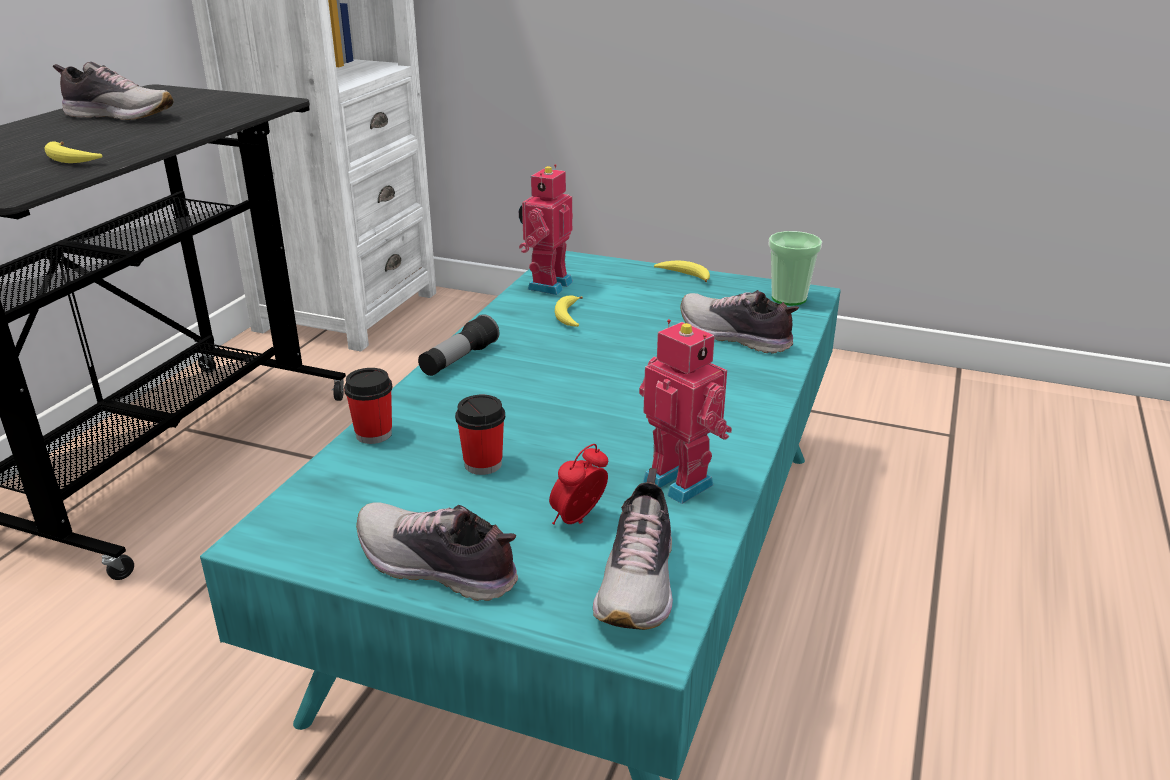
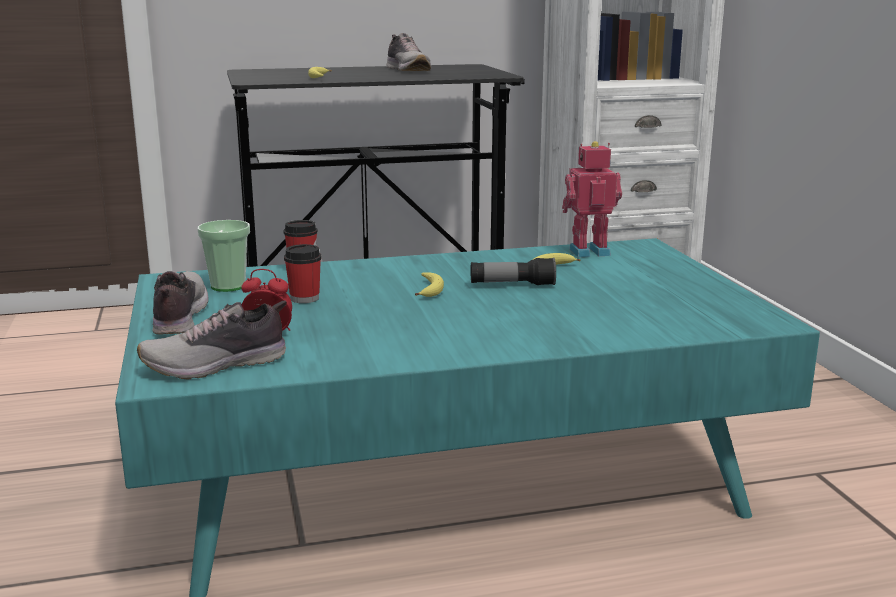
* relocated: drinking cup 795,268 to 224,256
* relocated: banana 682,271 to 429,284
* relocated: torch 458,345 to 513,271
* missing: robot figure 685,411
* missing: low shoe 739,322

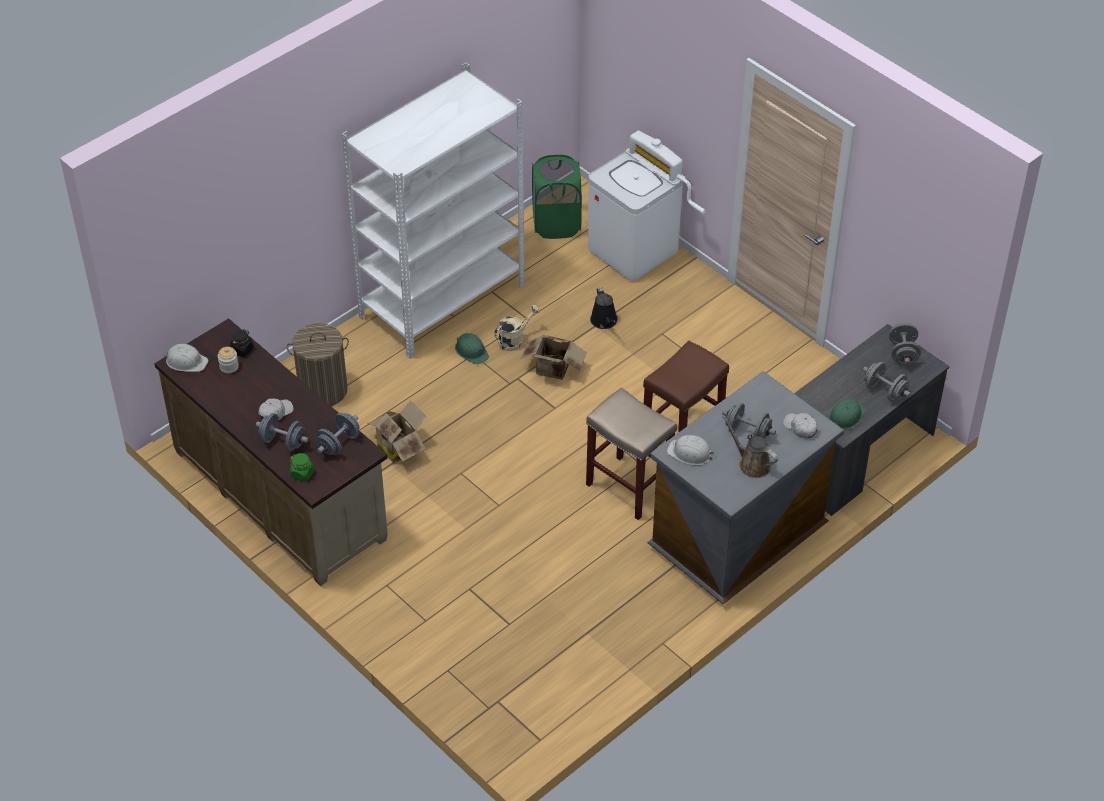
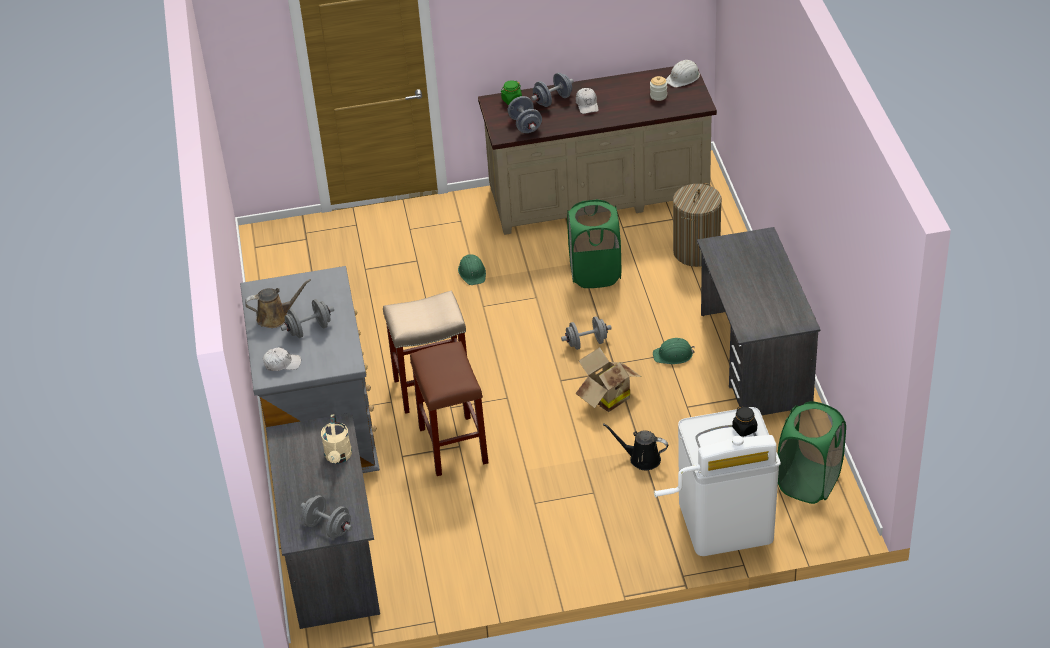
* relocated: beige-coloured watering can 517,328 to 336,439
* relocated: green-coloured safety helmet 847,414 to 472,269
* relocated: grey hand weight 887,381 to 586,333
* exchanged: carton 396,431 to green-coloured hamper 594,243
* exchanged: whitish bookcase 433,211 to grey desk 758,321
* relocated: blackish jar 241,343 to 744,421
* missing: whitish safety helmet 690,450

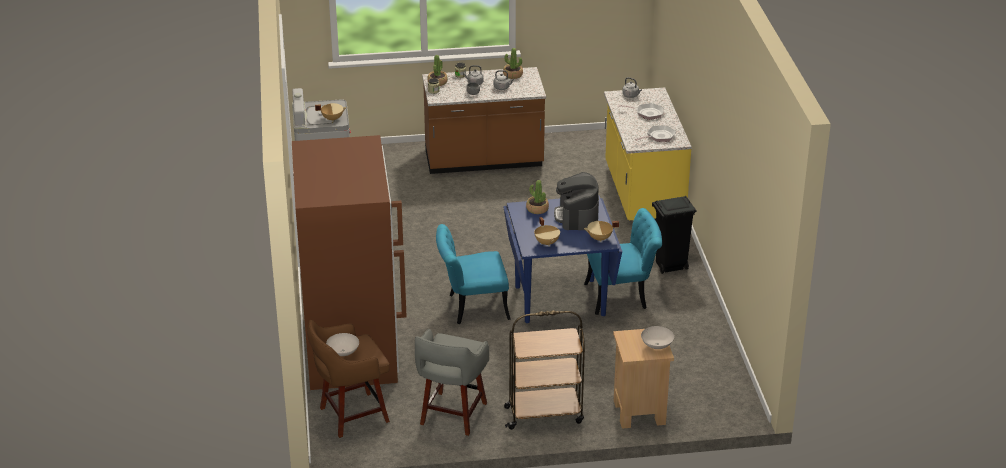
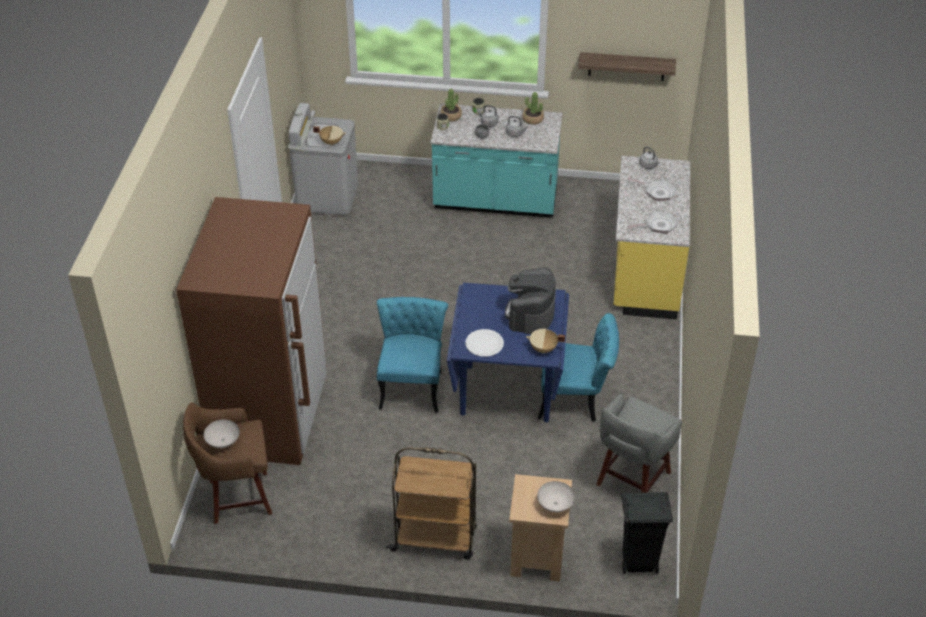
* spun: blue-green plain chair 473,274 = 412,355 90 degrees clockwise
* colour: brownish kitchen counter 484,120 to blue-green kitchen counter 496,161
* exchanged: beige-coloured cooking pot 547,231 to whitish flat dish 484,343
* appeared: wall shelf 627,66
* relocated: grey stool seat 452,382 to 639,443
* relocated: blackish waste bin 674,235 to 647,533
* missing: plant in a pot 537,197

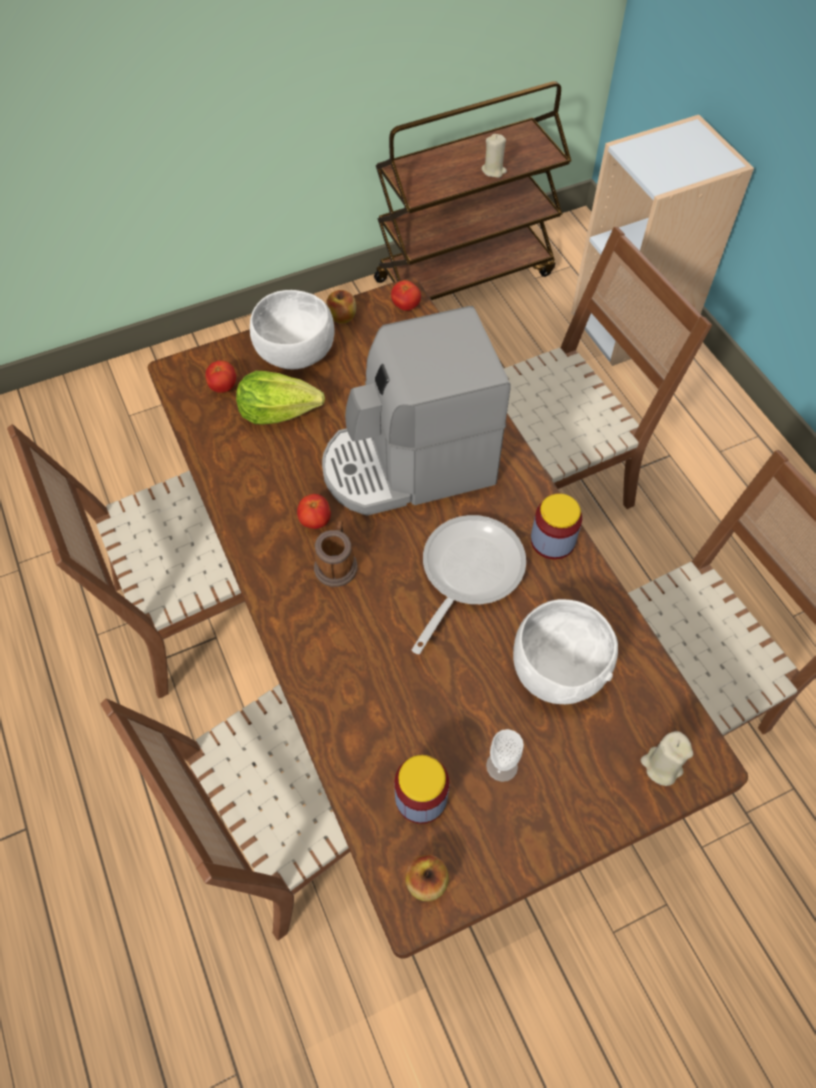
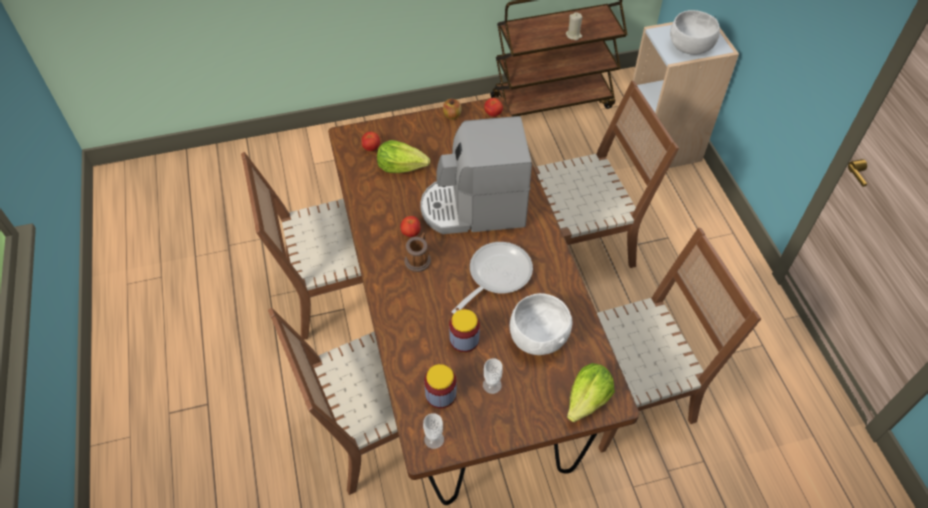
* exchanged: apple fruit 427,878 to drinking cup 433,431
* relocated: jar 556,526 to 464,330
* exchanged: beige-coloured wax candle 667,758 to lettuce head 591,392
* relocated: whitish serving bowl 292,329 to 695,32

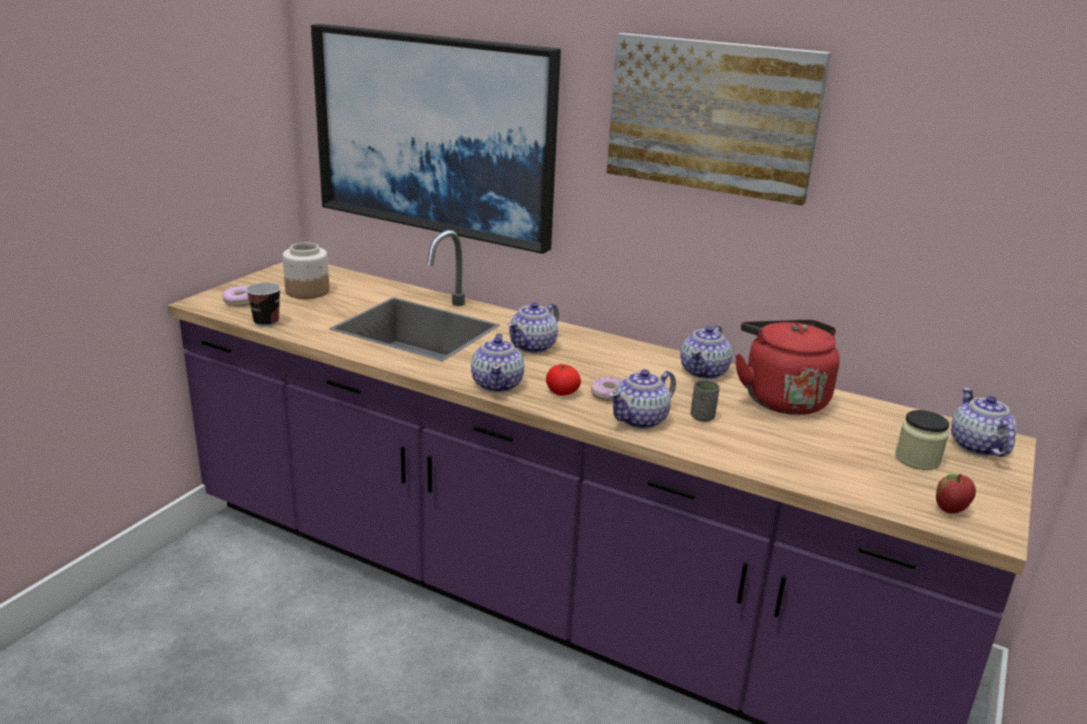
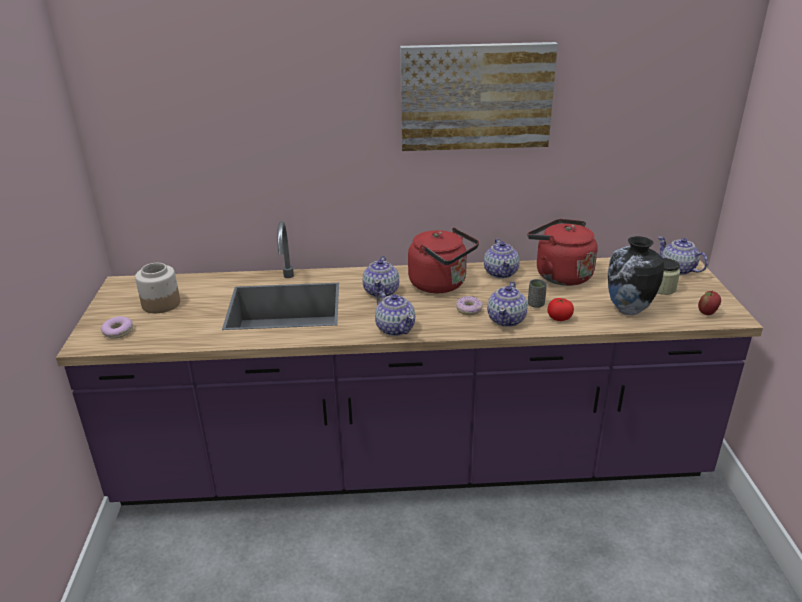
* appeared: reddish water kettle 443,260
* relocated: fresh tomato 563,380 to 560,309
* appeared: flower vase 636,275
* missing: drinking cup 263,305
* missing: wall picture 436,139

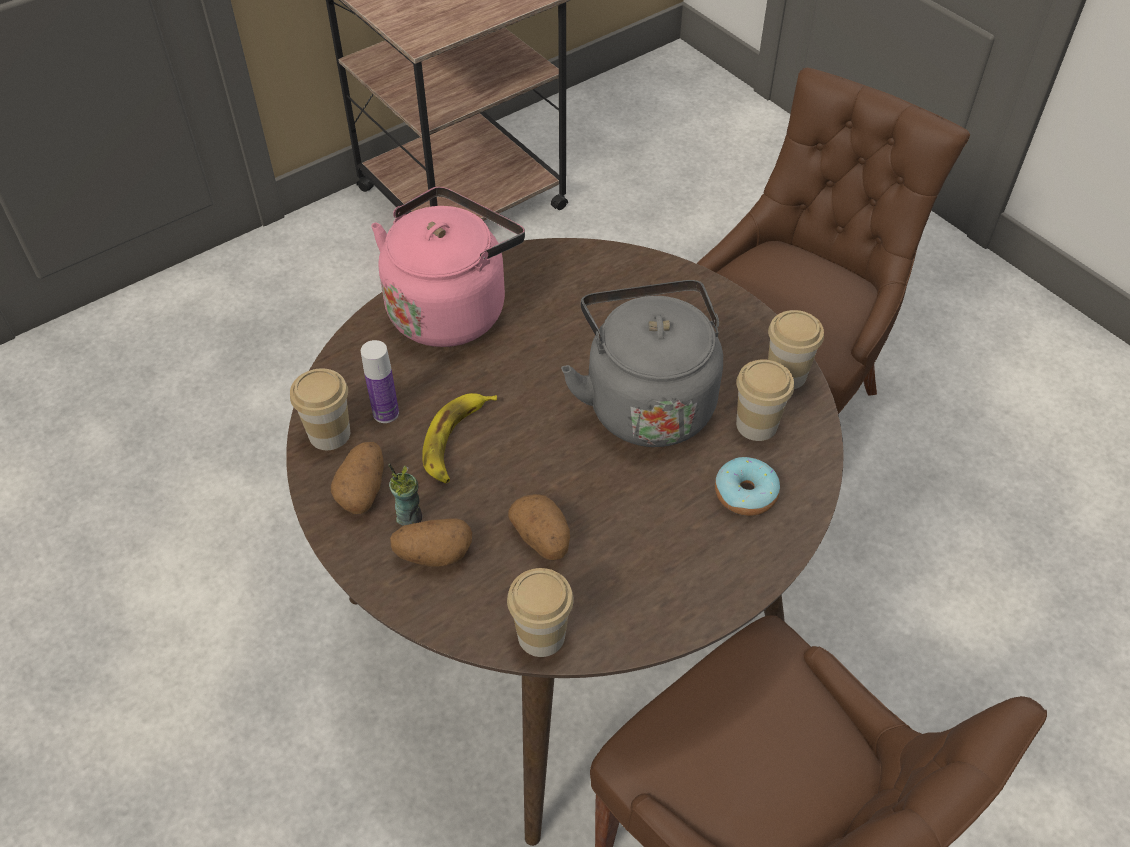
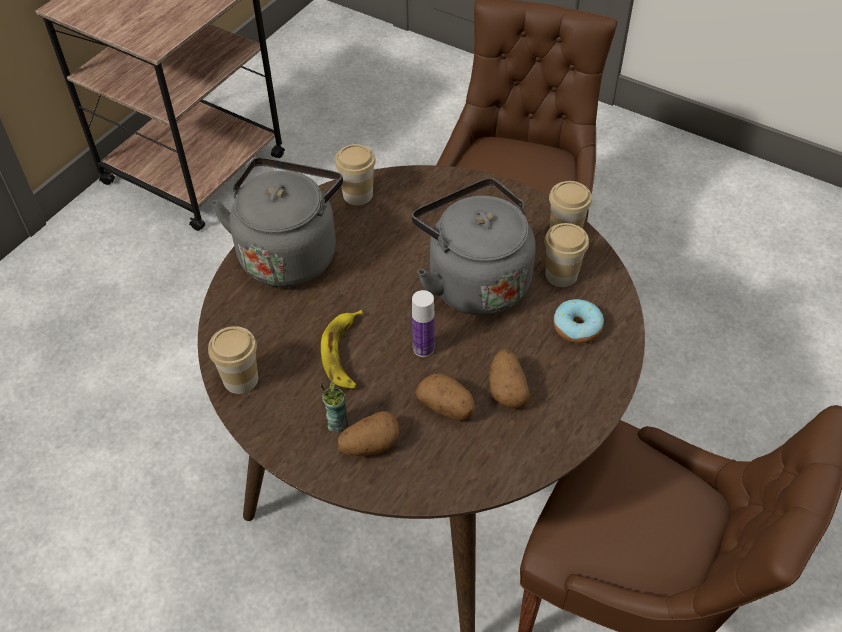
* colour: pinkish water kettle 448,267 to grey water kettle 277,222
* relocated: drinking cup 540,612 to 355,174
* relocated: drink bottle 380,381 to 423,323
* relocated: whole potato 357,478 to 509,378

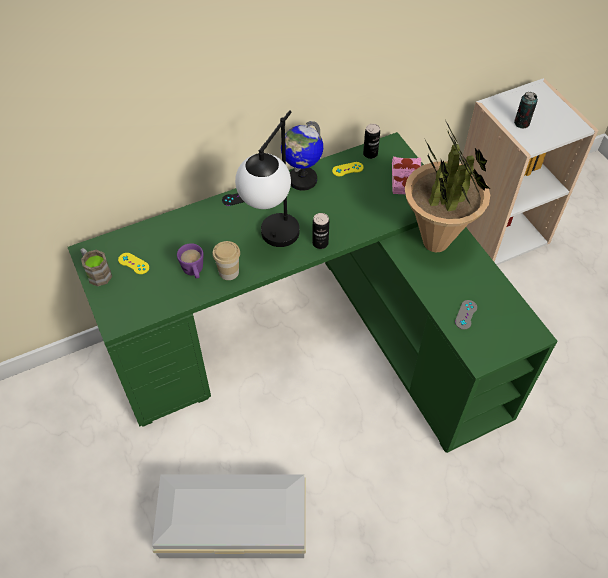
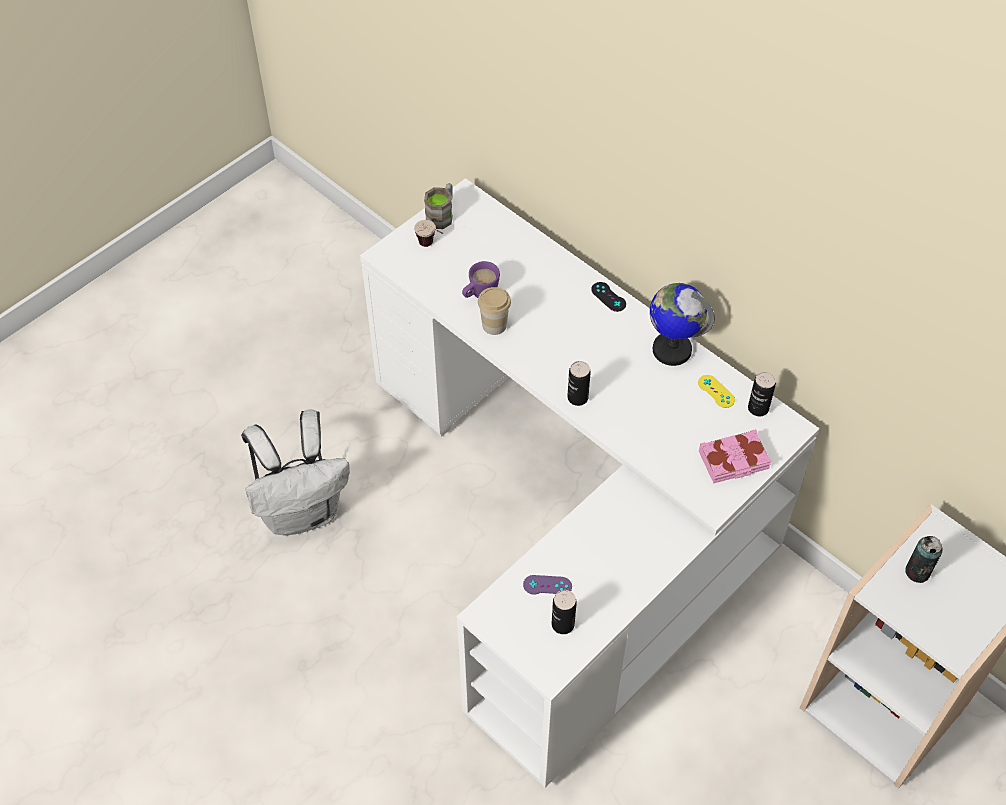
* exchanged: whitish storage box 229,516 to whitish rucksack 295,473
* colour: green-coloured desk 312,292 to whitish desk 590,483
* appeared: drinking cup 428,233
* colour: grey gamepad 466,315 to purple gamepad 547,585
* appeared: sealed can 564,612
* missing: yellowish gamepad 133,263
* missing: tabletop lamp 267,178
* missing: plant in a pot 447,186

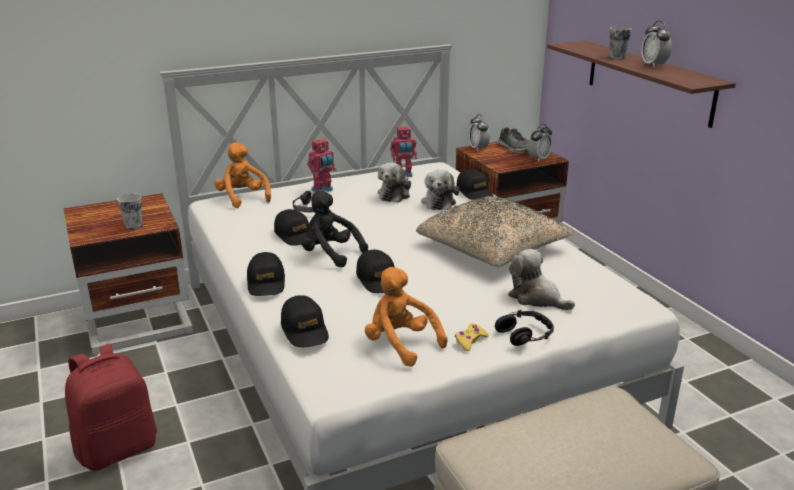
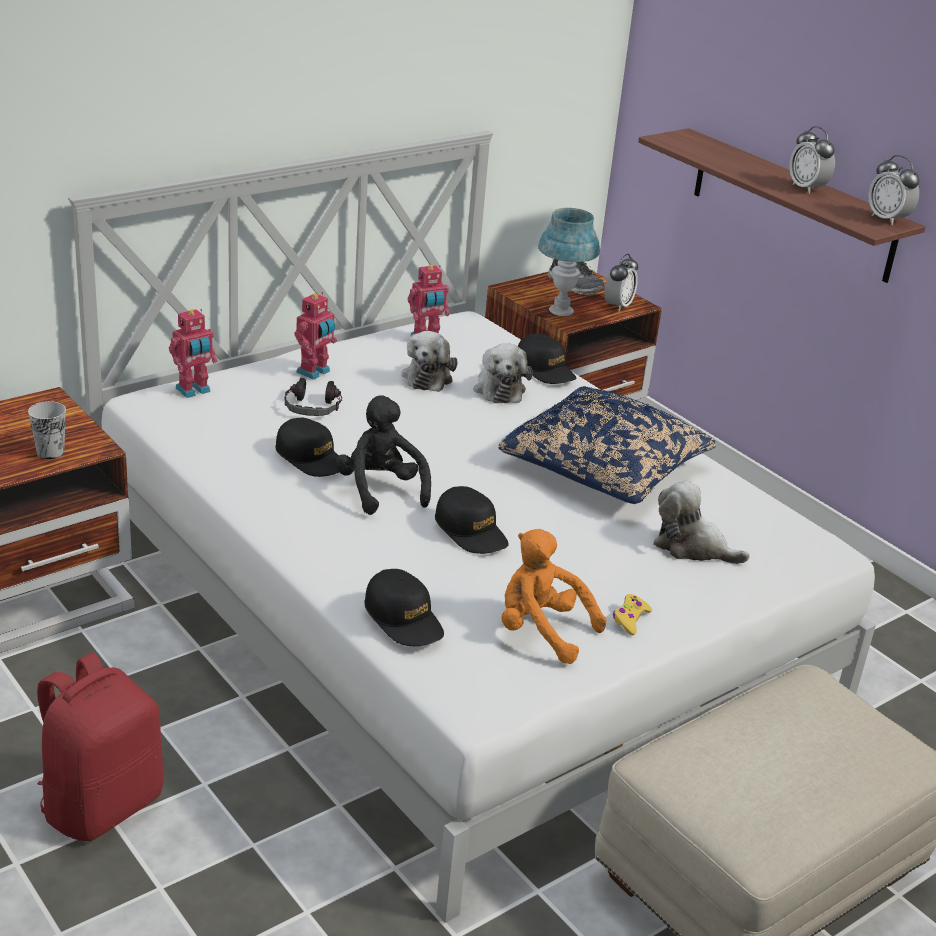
* exchanged: orange cuddly toy 242,175 to robot figure 193,353
* spun: blackish cuddly toy 335,229 = 383,455 45 degrees clockwise
* colour: beige-coloured pillow 494,231 to blue pillow 607,445
* appeared: blue tabletop lamp 569,262
* relocated: alarm clock 479,132 to 894,190
* missing: blackish baseball cap 266,274
* missing: headphones 524,328
* missing: drinking cup 620,42

